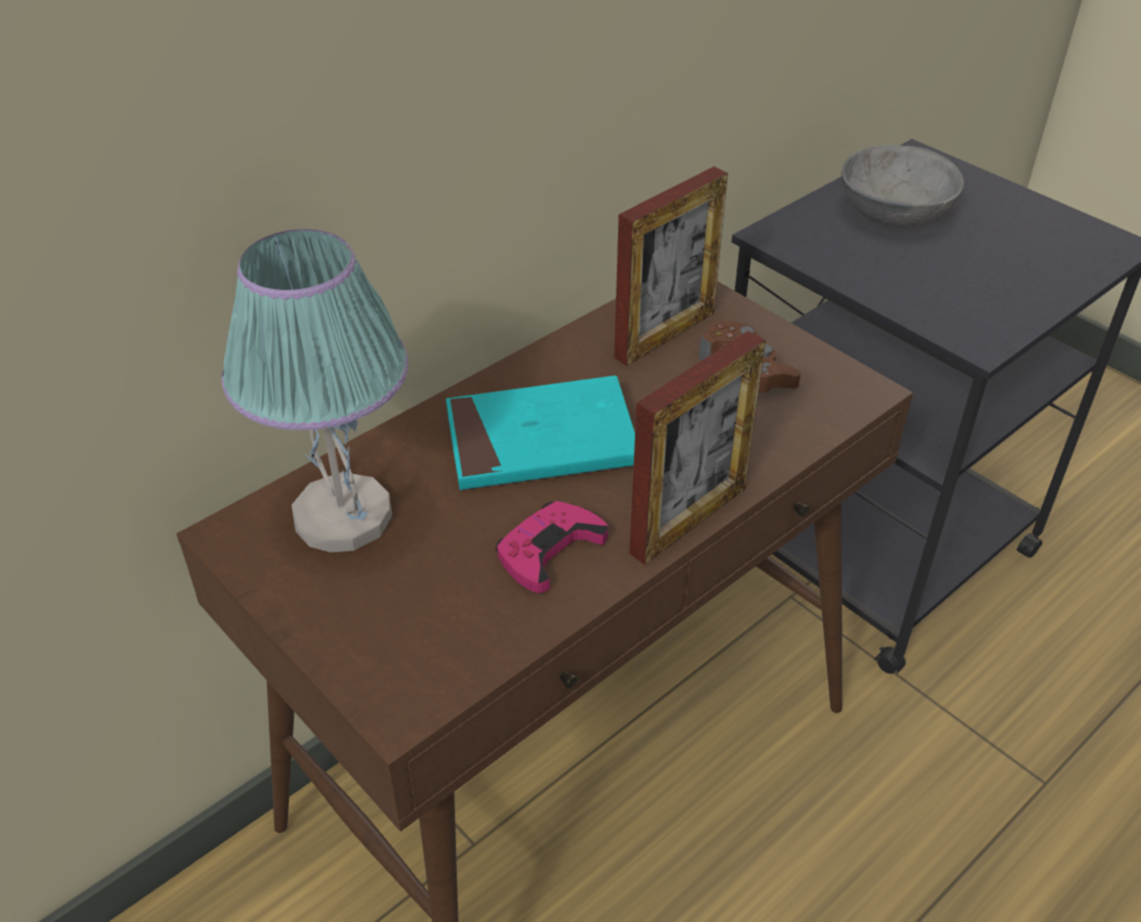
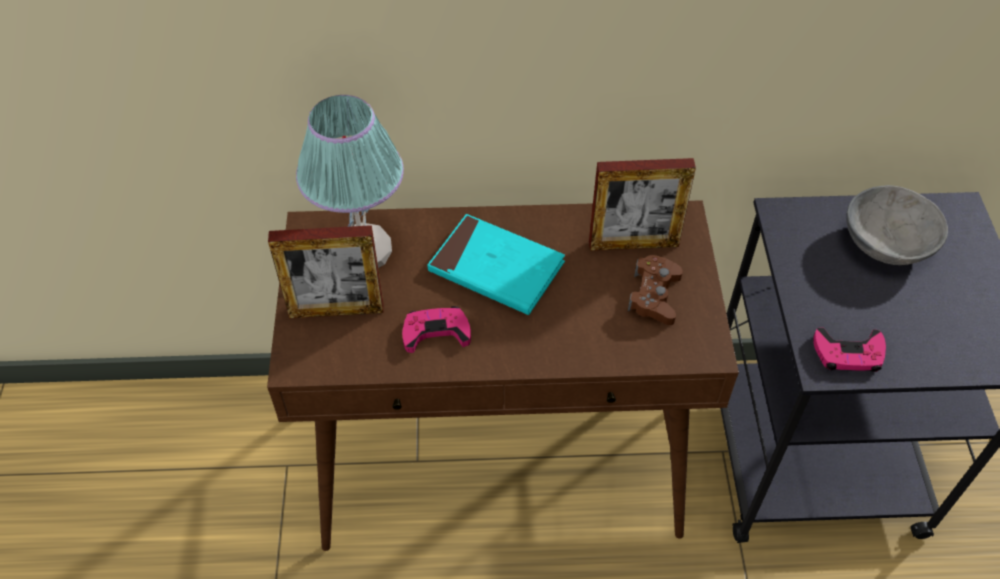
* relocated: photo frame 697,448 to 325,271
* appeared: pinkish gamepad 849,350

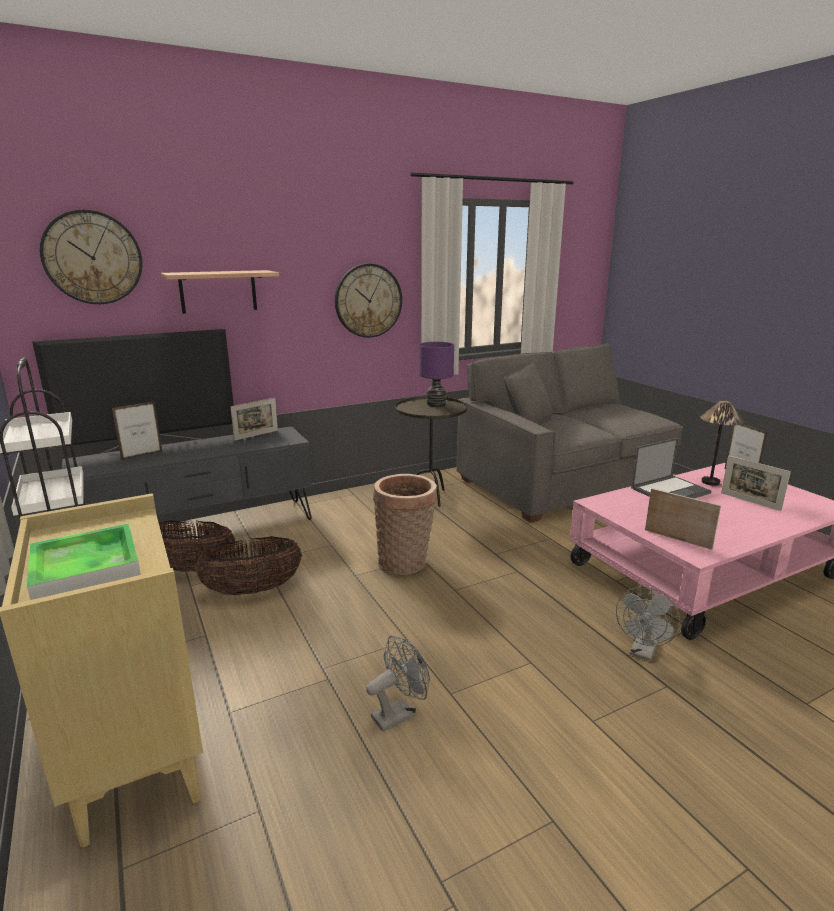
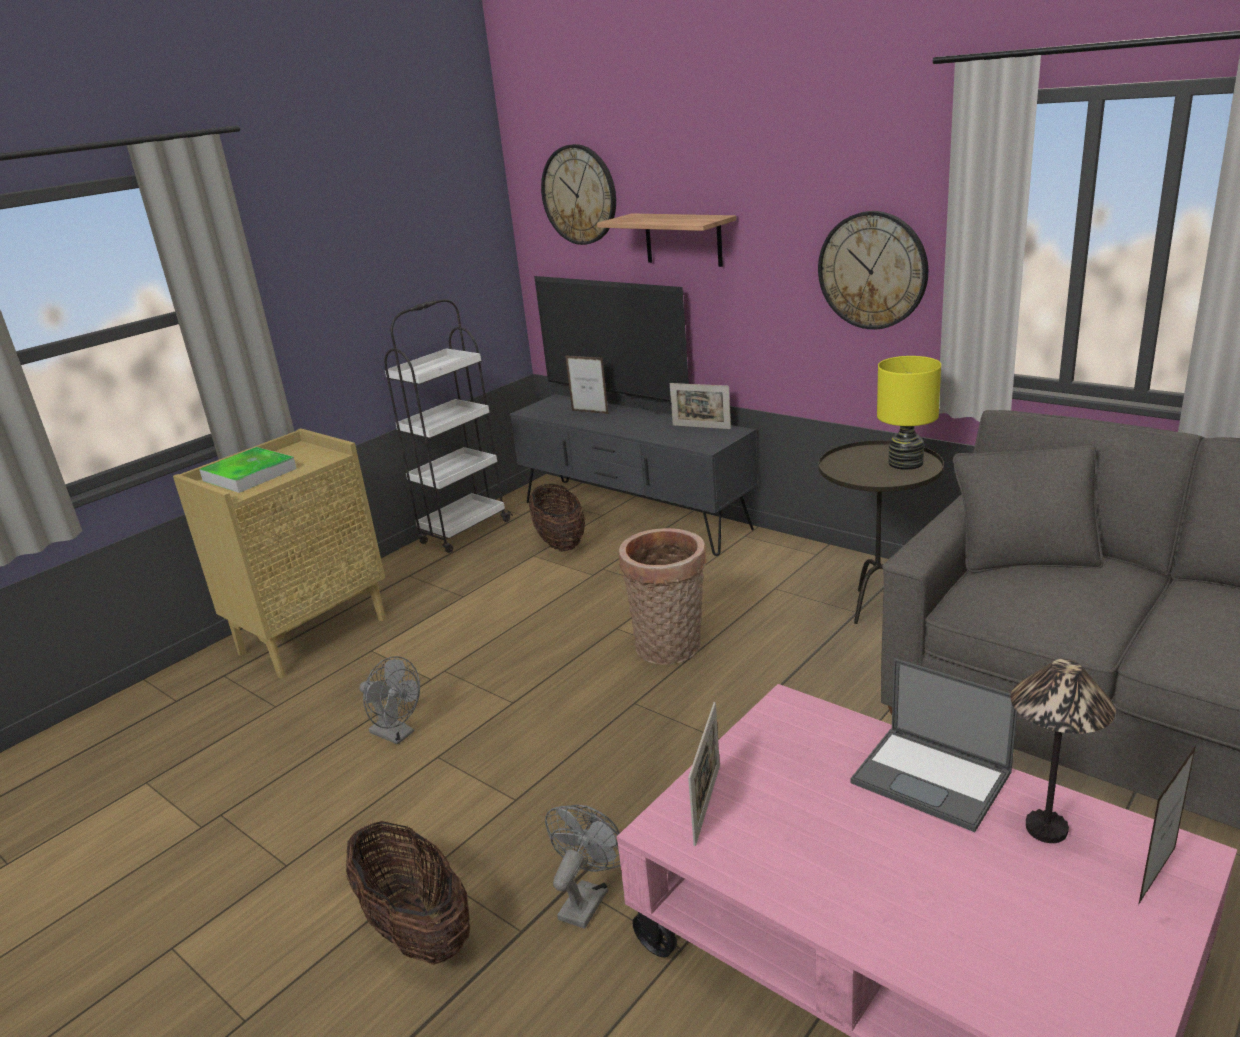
* relocated: household basket 248,565 to 408,892
* spun: grey fan 648,624 = 583,867 105 degrees clockwise
* colour: purple tabletop lamp 436,374 to yellowish tabletop lamp 909,413
* missing: photo frame 756,483

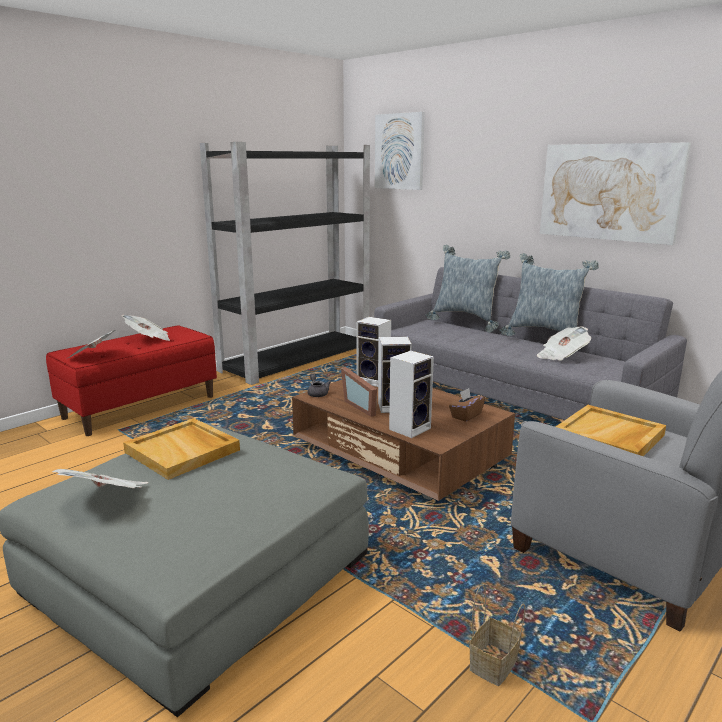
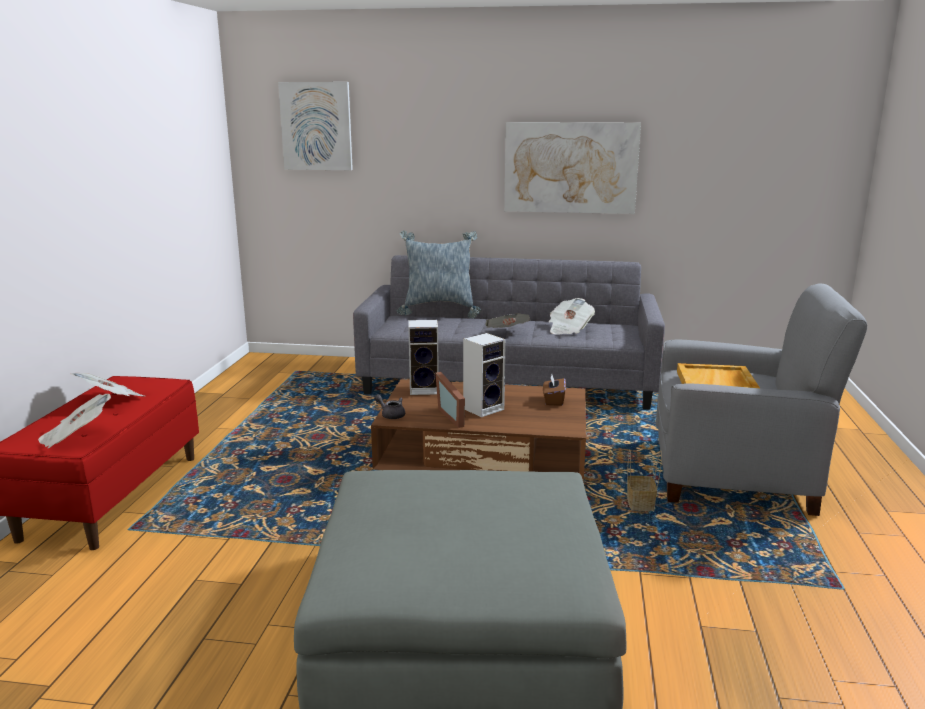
* spun: photo frame 359,392 = 450,400 45 degrees clockwise
* relocated: printed paper 100,478 to 507,320
* relocated: household basket 497,635 to 644,480
* missing: beige-coloured carrying tray 181,449
* missing: blackish bookcase 285,263
* missing: loudspeaker 411,394
* missing: pillow 549,294

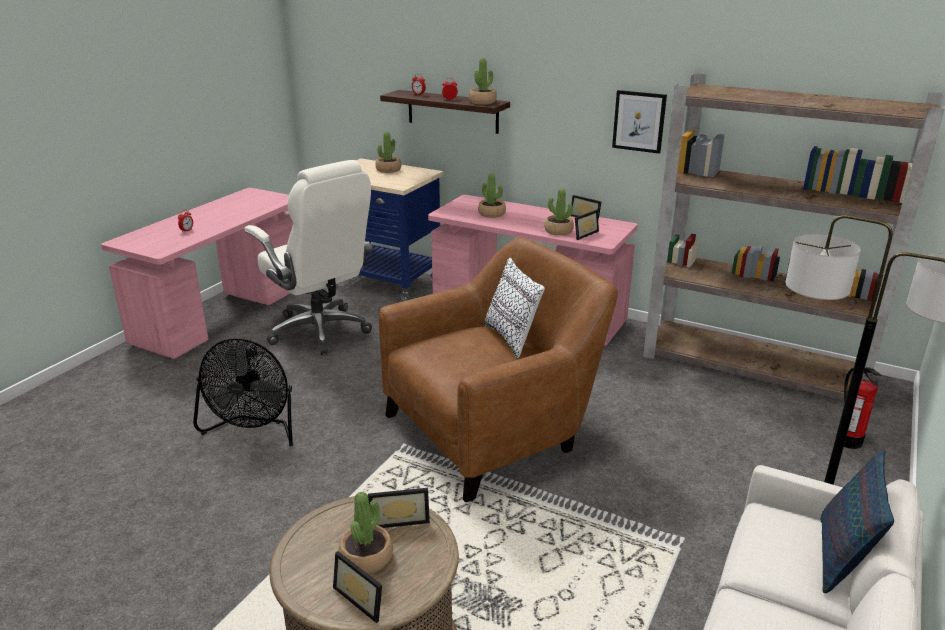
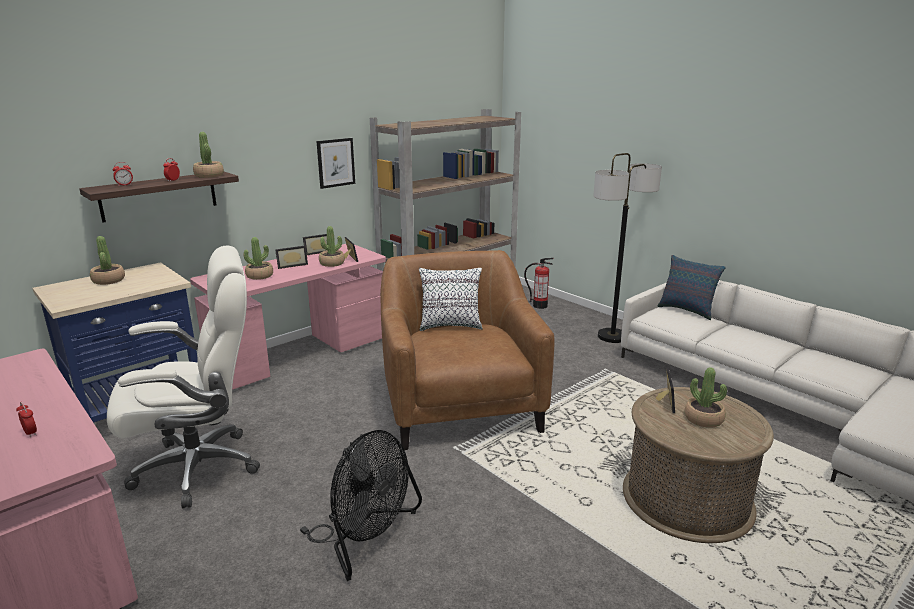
* relocated: photo frame 357,587 to 291,257

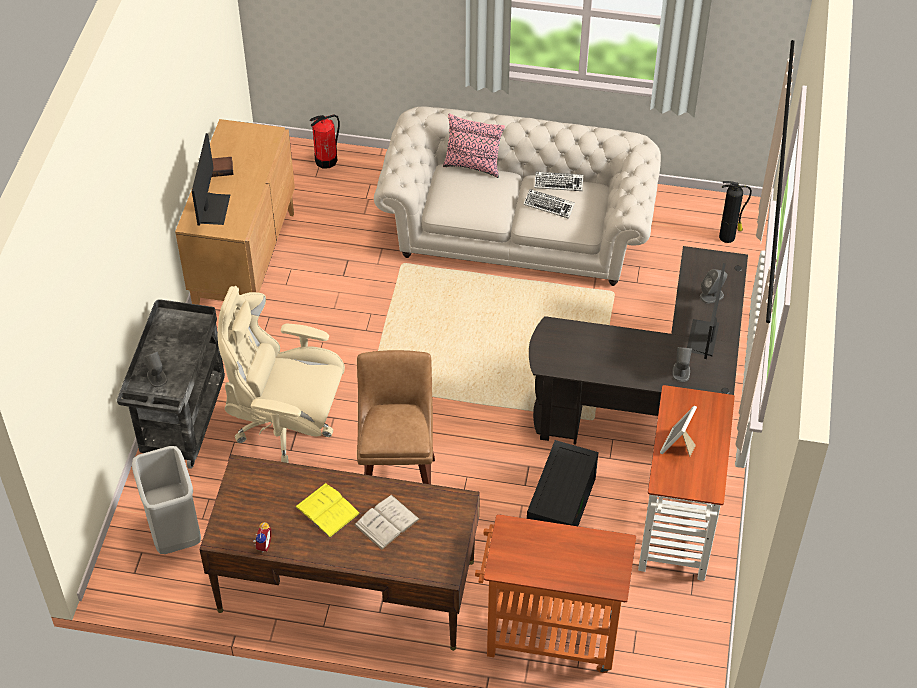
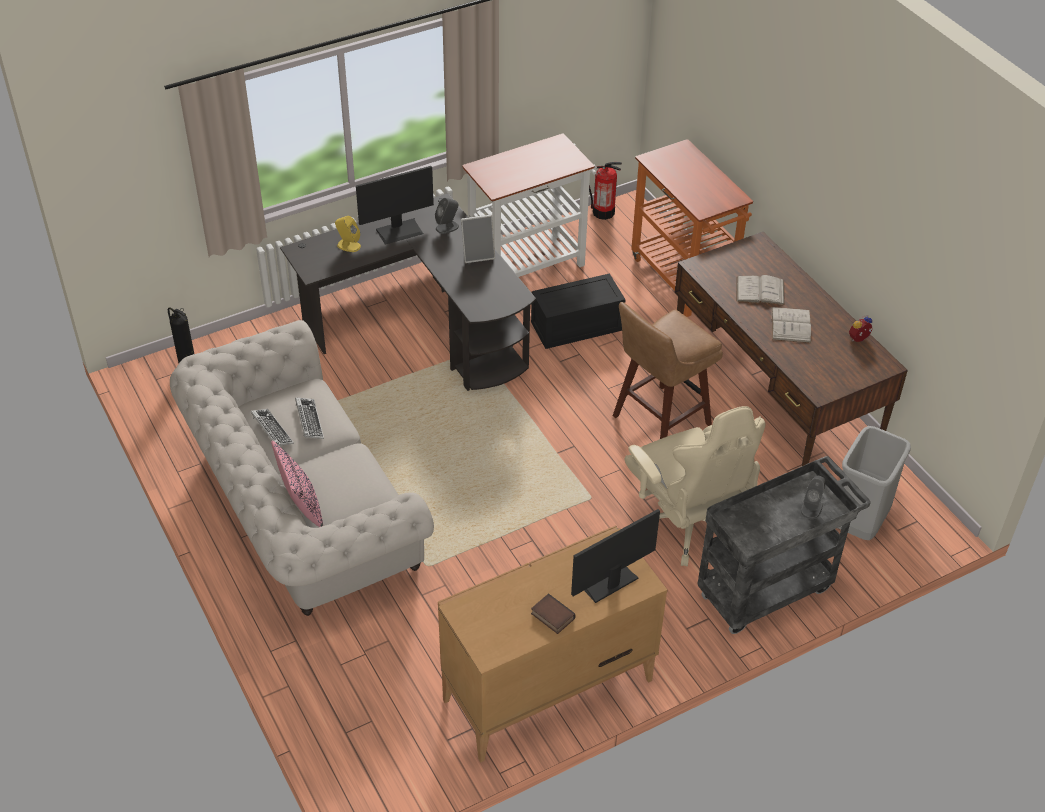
* colour: grey loudspeaker 713,286 to yellowish loudspeaker 348,234
* relocated: photo frame 678,431 to 478,239
* relocated: fire extinguisher 325,141 to 605,191
* colour: yellowish bound book 327,510 to whitish bound book 791,325

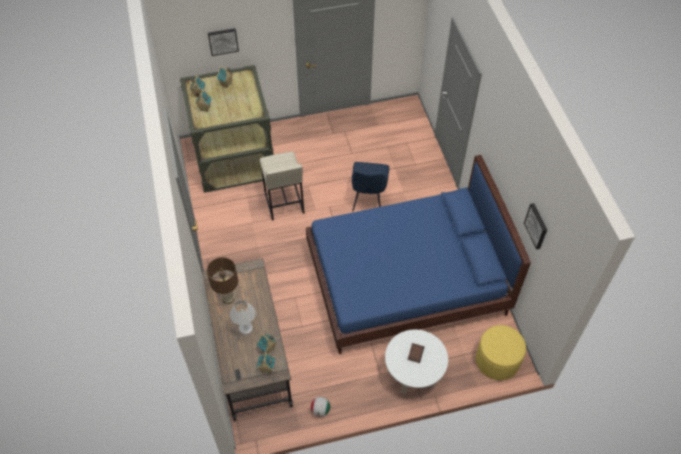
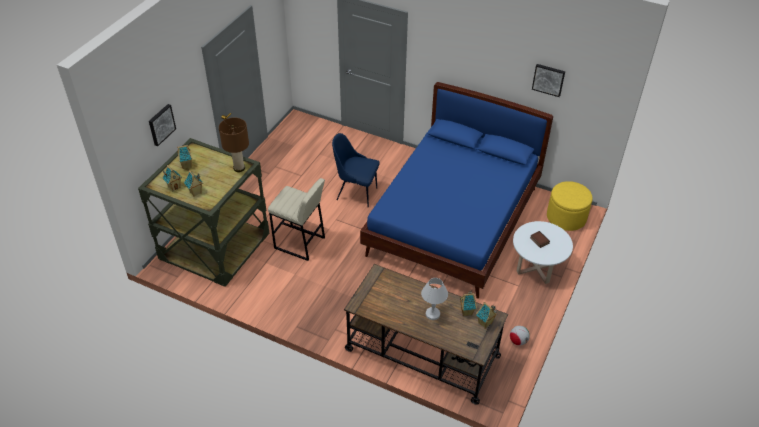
* relocated: brownish tabletop lamp 222,280 to 234,144
* spun: blue plain chair 370,186 = 355,170 150 degrees clockwise

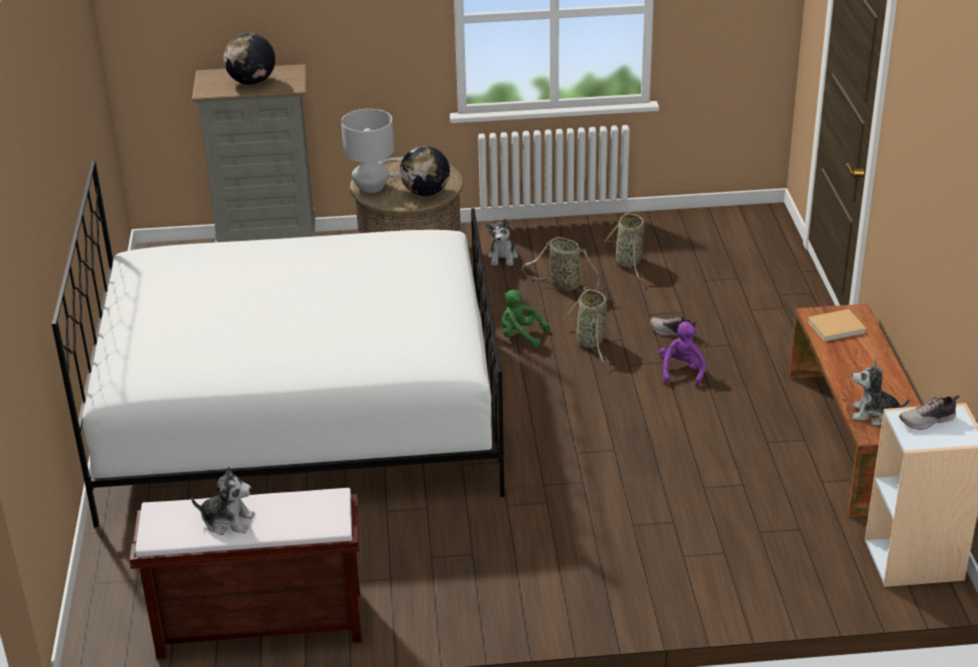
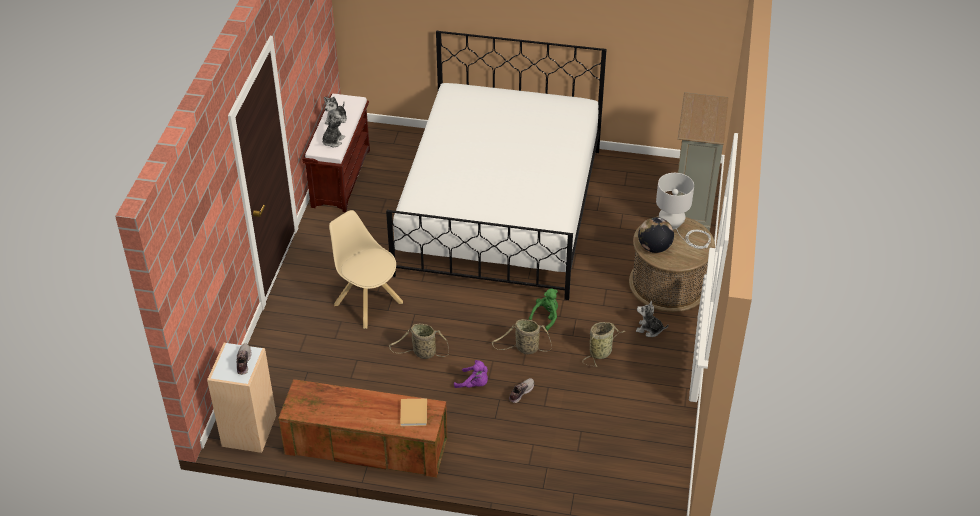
* relocated: cuddly toy 881,393 to 333,130
* appeared: beige-coloured plain chair 366,269
* relocated: household basket 624,246 to 419,341
* missing: world globe 249,59

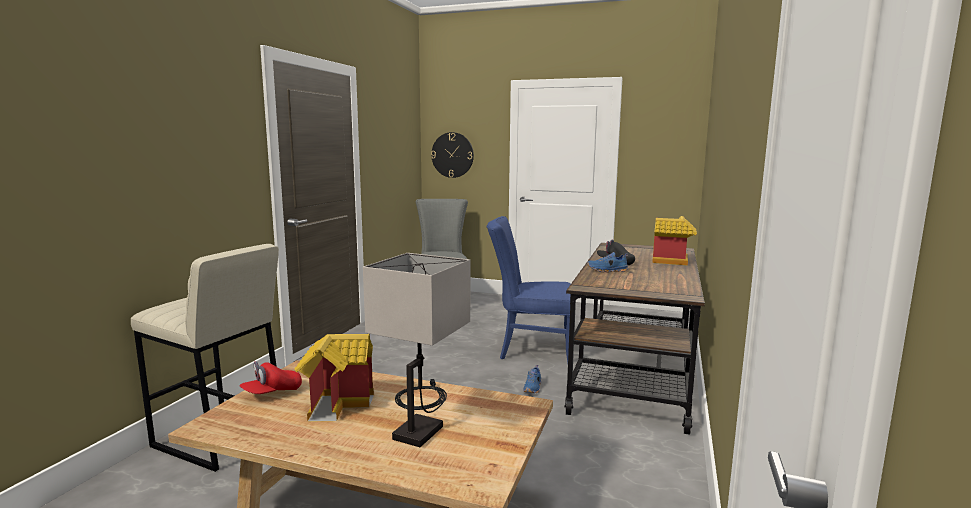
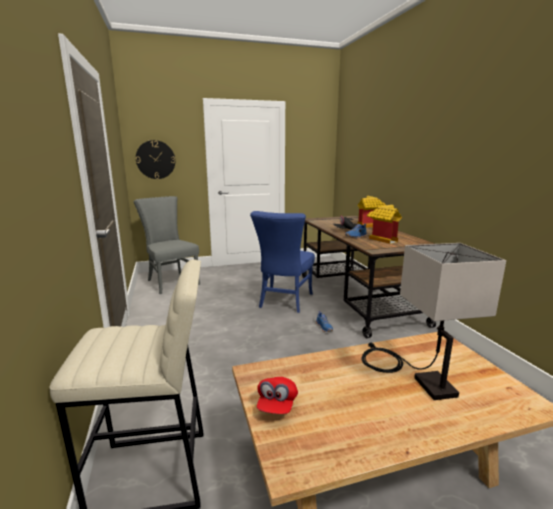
* spun: blue plain chair 528,289 = 282,262 45 degrees counterclockwise
* relocated: model house 334,378 to 384,224

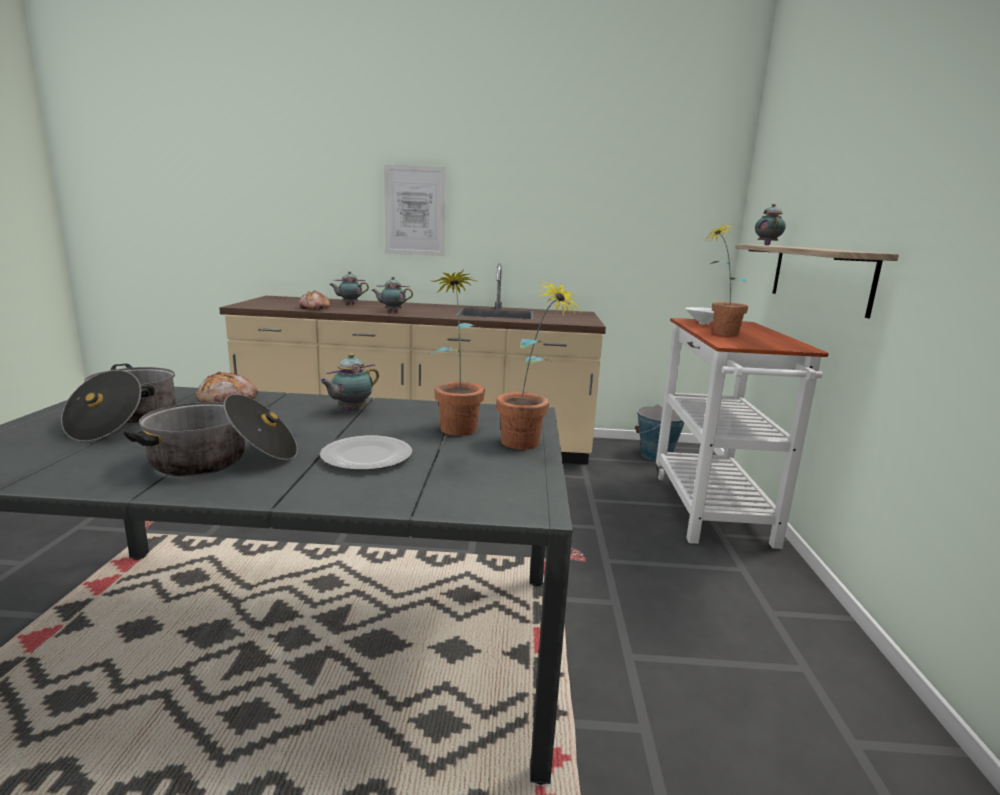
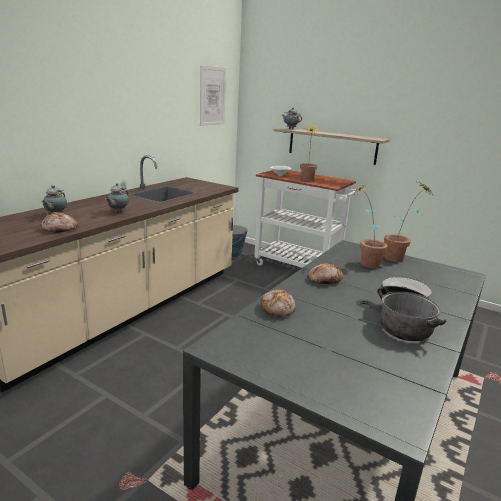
* relocated: wall picture 415,210 to 213,95
* exchanged: tea pot 349,382 to bakery bread 325,273
* missing: cooking pot 118,403

